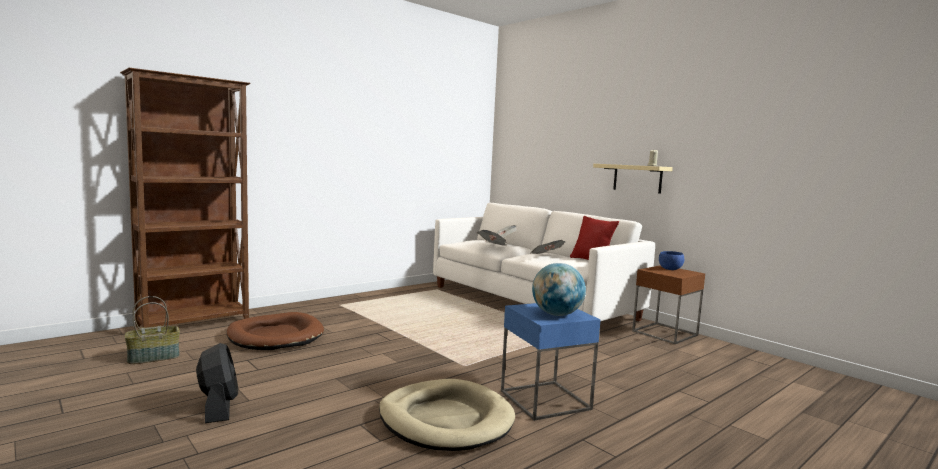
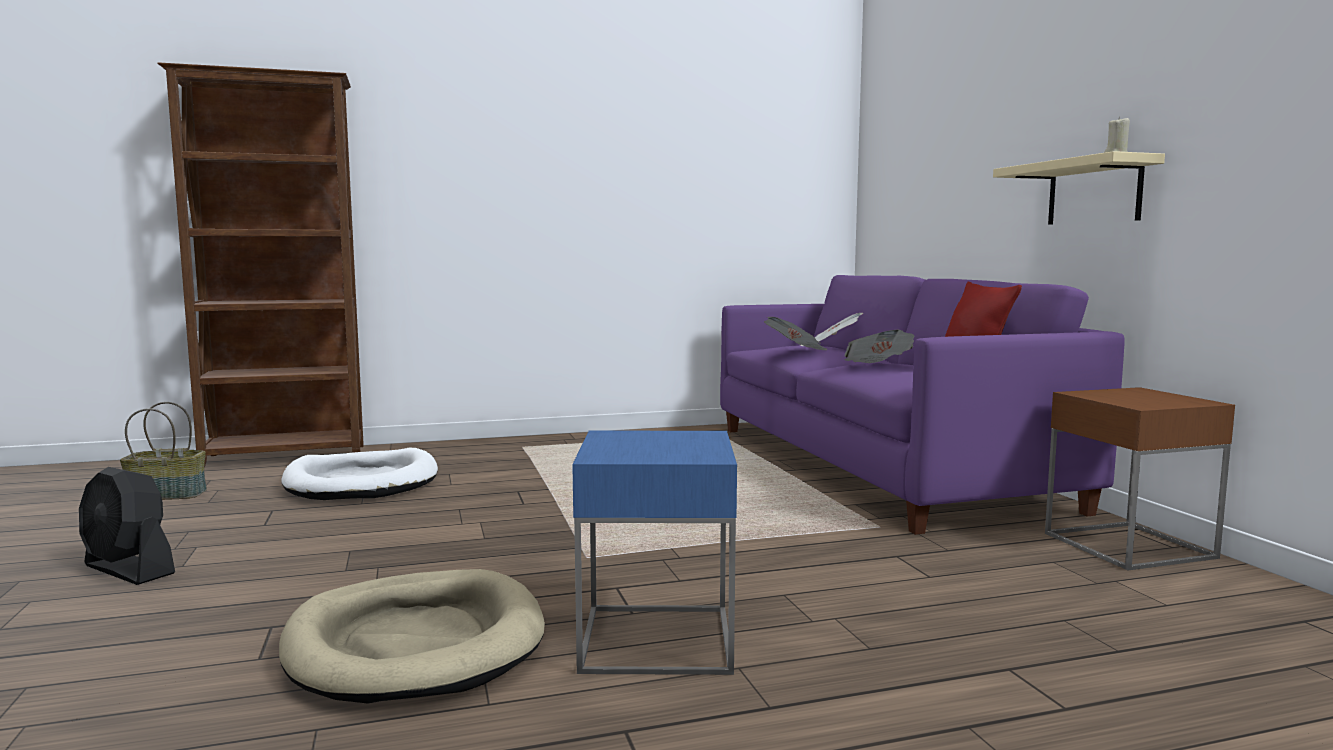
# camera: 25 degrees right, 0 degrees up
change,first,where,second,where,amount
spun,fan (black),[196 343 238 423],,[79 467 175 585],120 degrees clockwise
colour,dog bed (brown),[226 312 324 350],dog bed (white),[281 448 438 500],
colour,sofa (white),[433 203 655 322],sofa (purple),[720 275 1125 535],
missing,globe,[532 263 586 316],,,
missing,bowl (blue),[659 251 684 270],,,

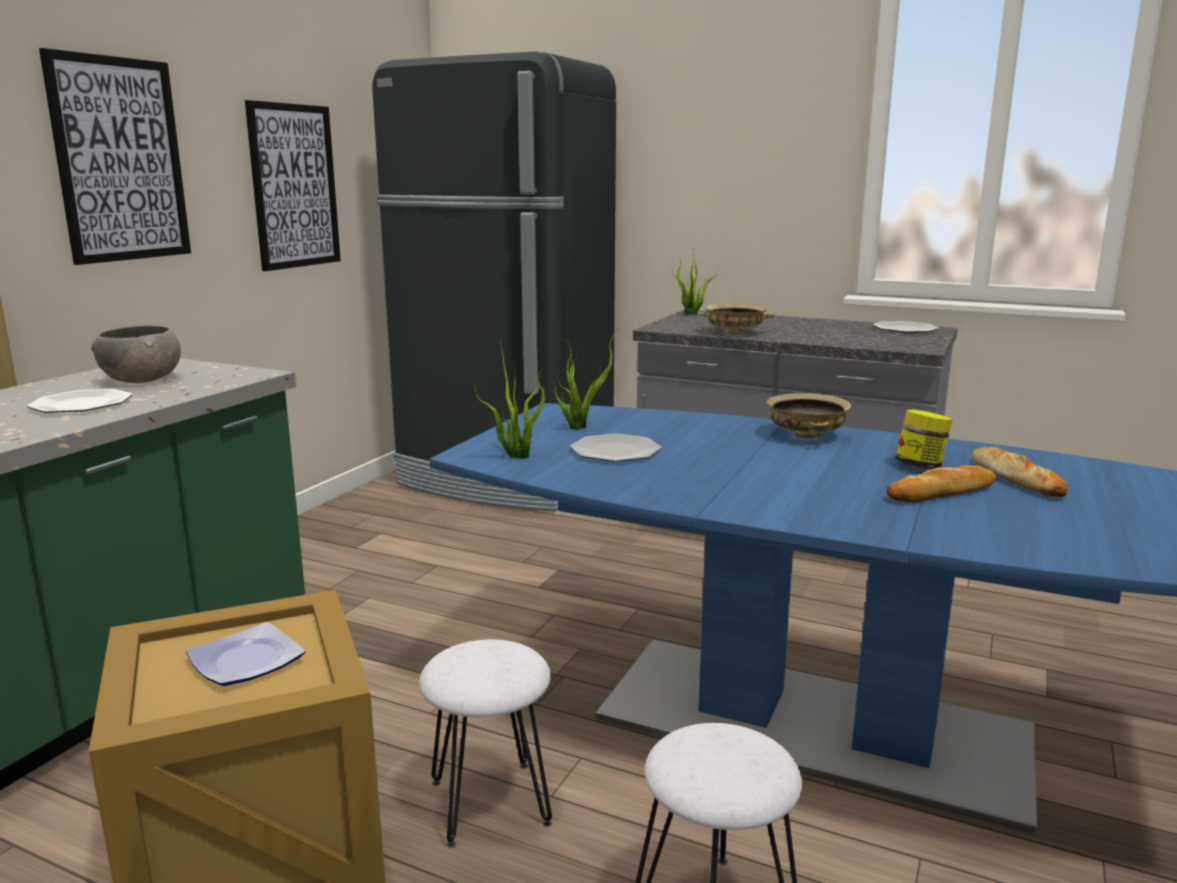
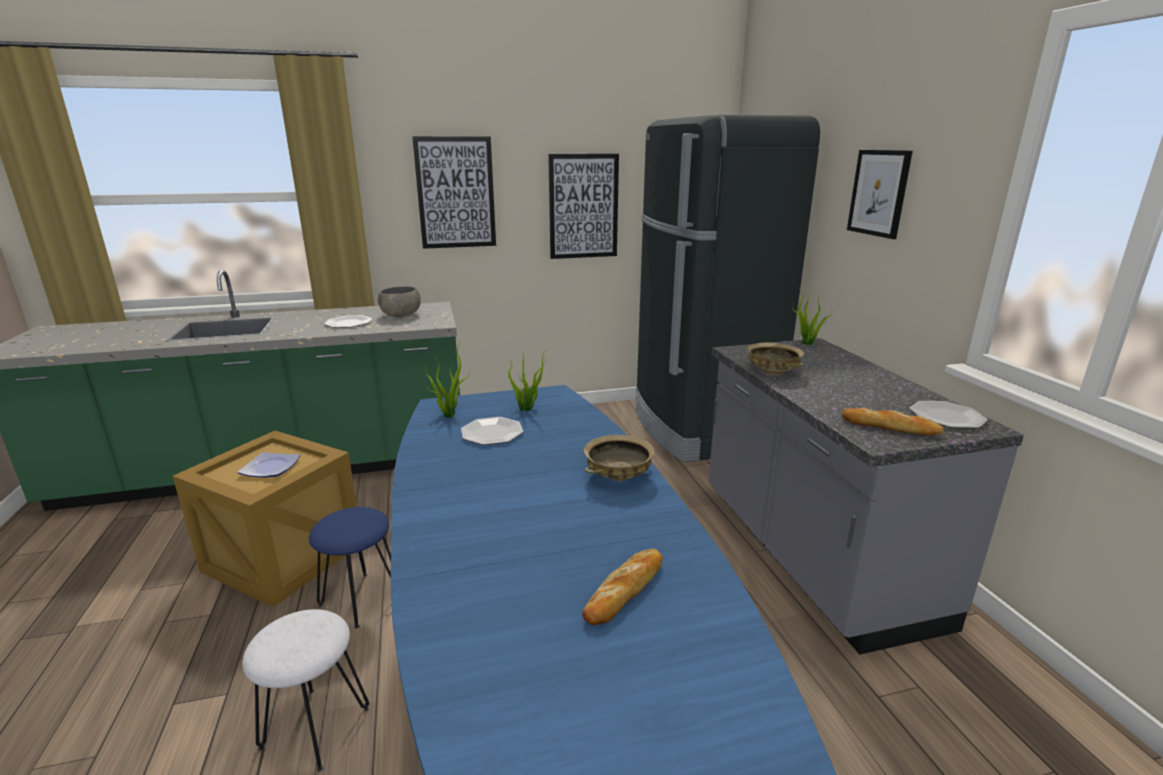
# camera: 50 degrees right, 5 degrees up
change,first,where,second,where,amount
colour,stool (white),[419 639 552 848],stool (blue),[309 507 391 629],
relocated,bread,[886 465 997 503],,[842 408 944 435],
missing,jar,[895 409 953 469],,,
appeared,,,picture,[847 150 913 239],

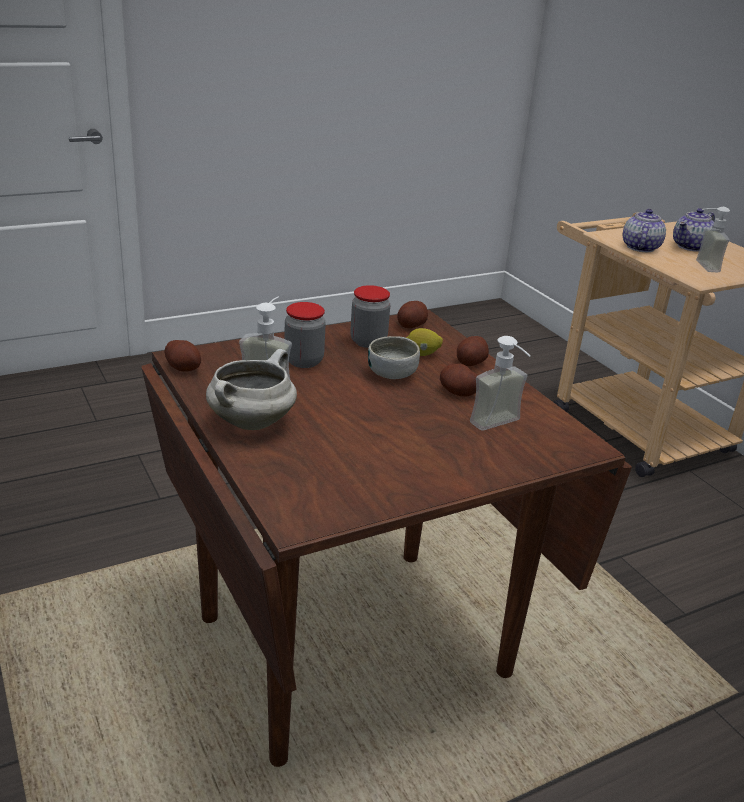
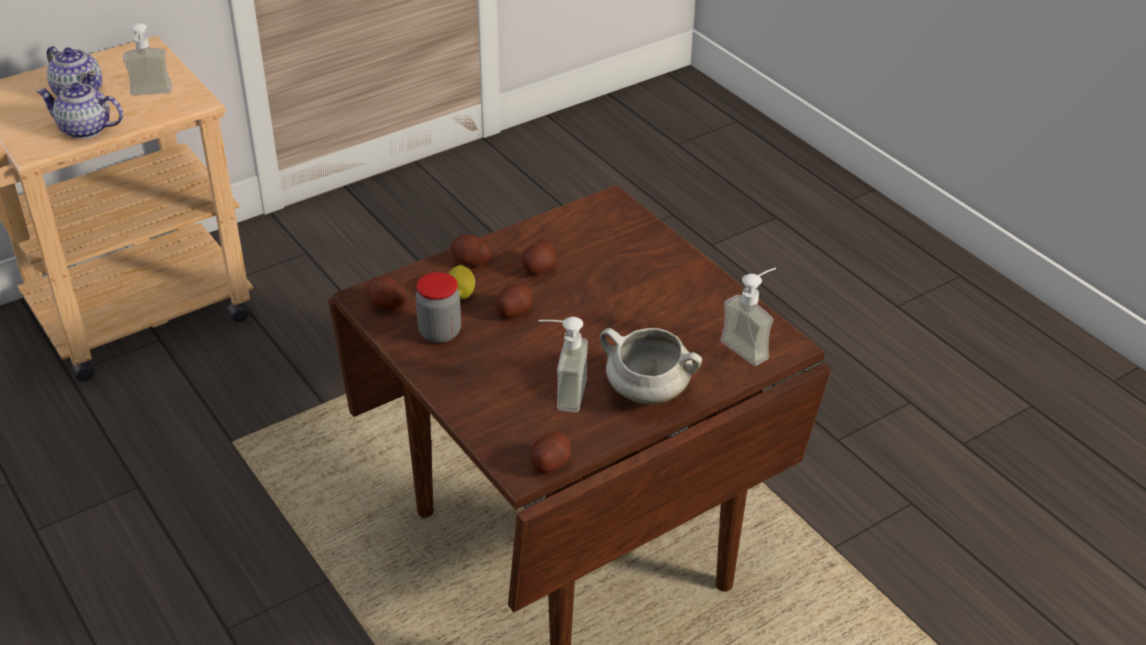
# camera: 95 degrees left, 10 degrees up
change,first,where,second,where,amount
missing,jar,[284 302 326 368],,,
exchanged,bowl,[368 336 420 379],potato,[496 284 533 318],
relocated,soap dispenser,[470 336 531 431],,[720 268 776 366],

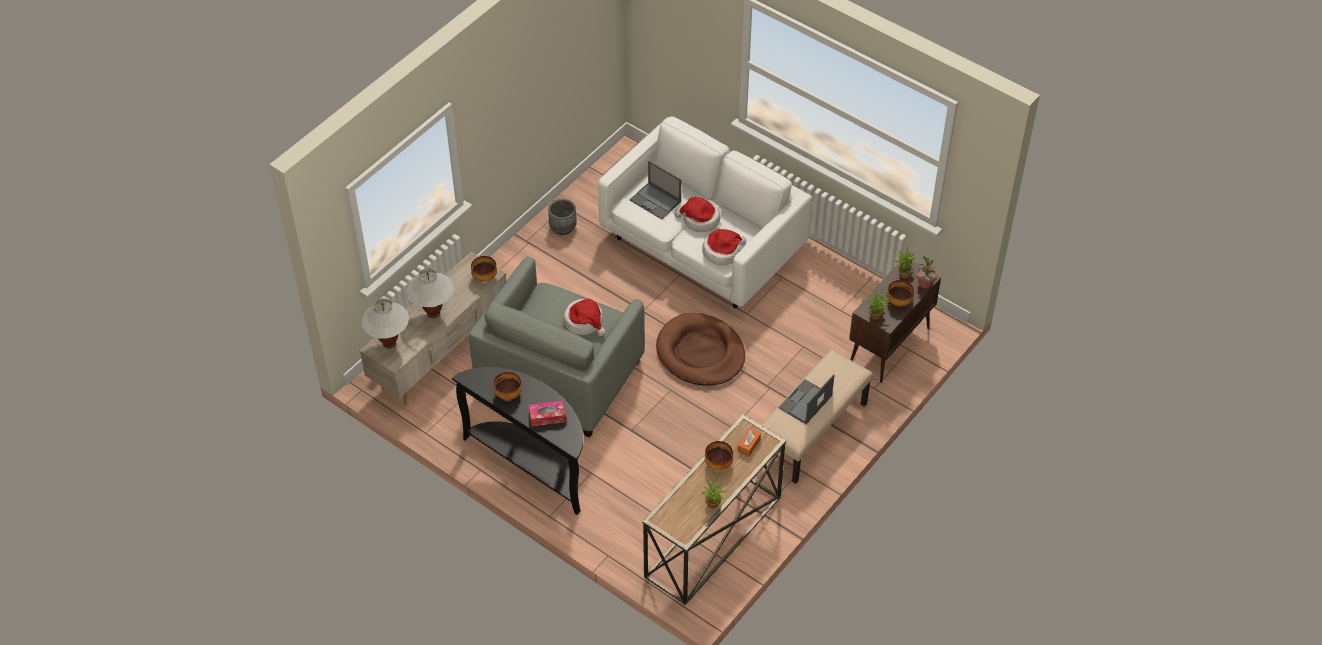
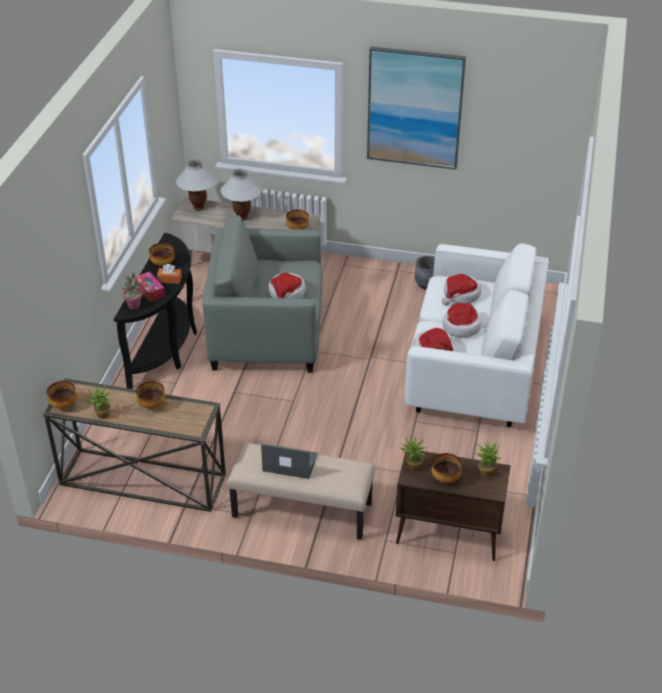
# camera: 65 degrees right, 10 degrees down
change,first,where,second,where,amount
exchanged,laptop,[630 161 681 219],hat,[442 274 481 305],
missing,dog bed (brown),[656 313 745 385],,,
relocated,tissue box (orange),[738 428 761 457],,[157 264 182 284],
relocated,potted plant,[916 256 936 289],,[123 273 143 310],
appeared,,,bowl,[47 381 77 409],
appeared,,,picture,[367 46 466 170],

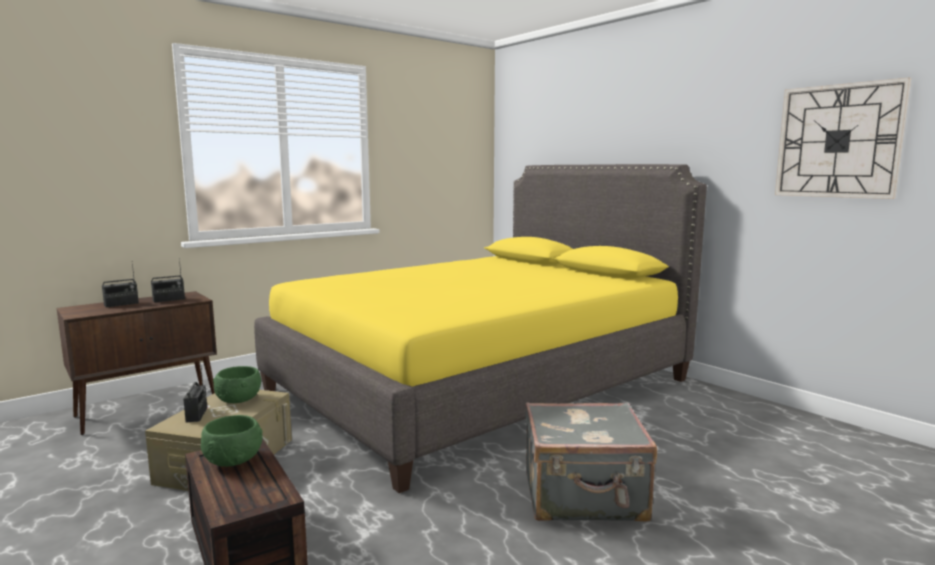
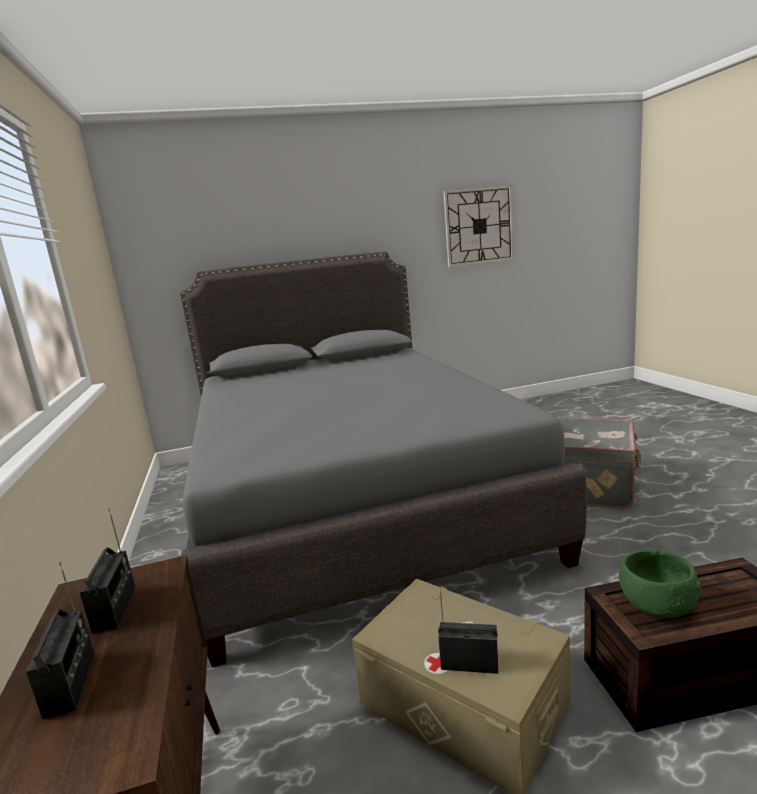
# camera: 65 degrees left, 5 degrees up
change,first,where,second,where,amount
missing,bowl (green),[213 366 261 403],,,
colour,bed (yellow),[254 164 707 493],bed (grey),[180 251 587 667],

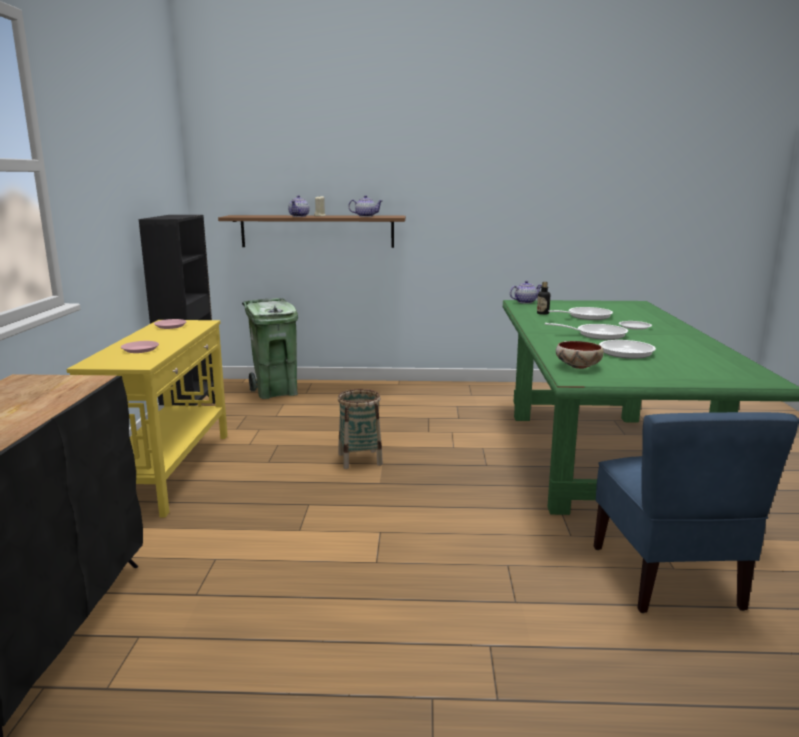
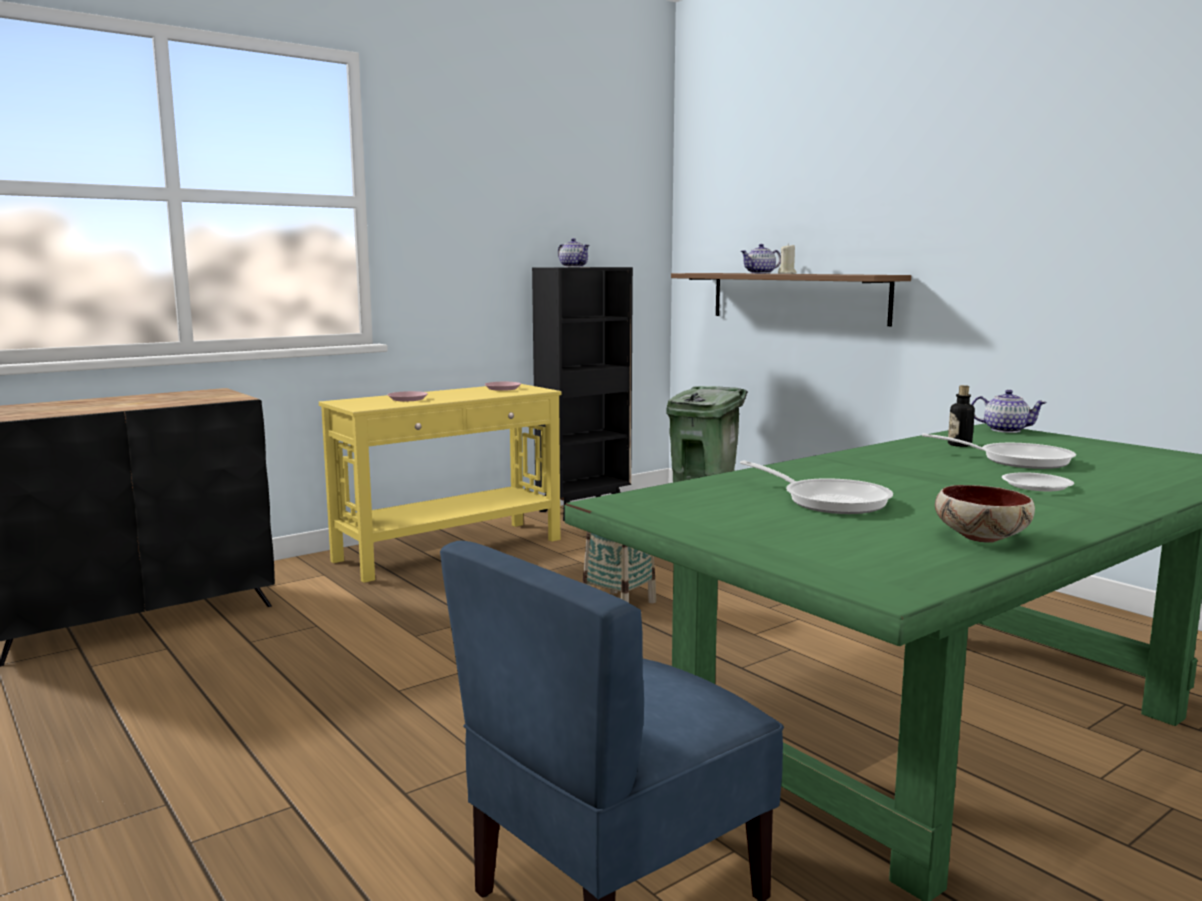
# camera: 50 degrees right, 5 degrees down
change,first,where,second,where,amount
relocated,teapot,[348 195 382 217],,[558 238 589 267],
missing,frying pan,[545 323 628 340],,,
relocated,bowl,[556 341 604 369],,[935 485 1035 543],

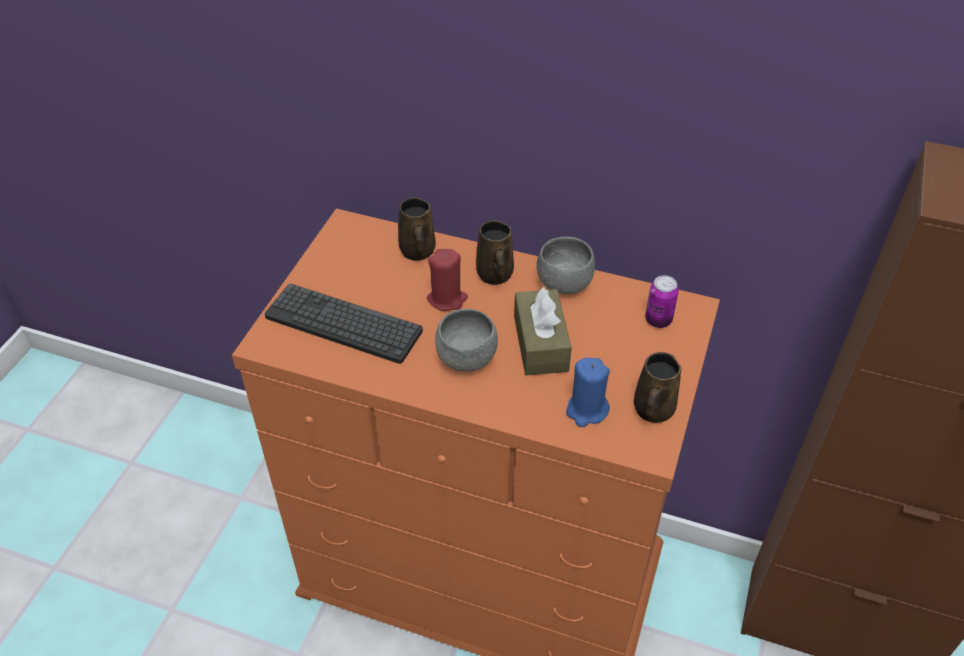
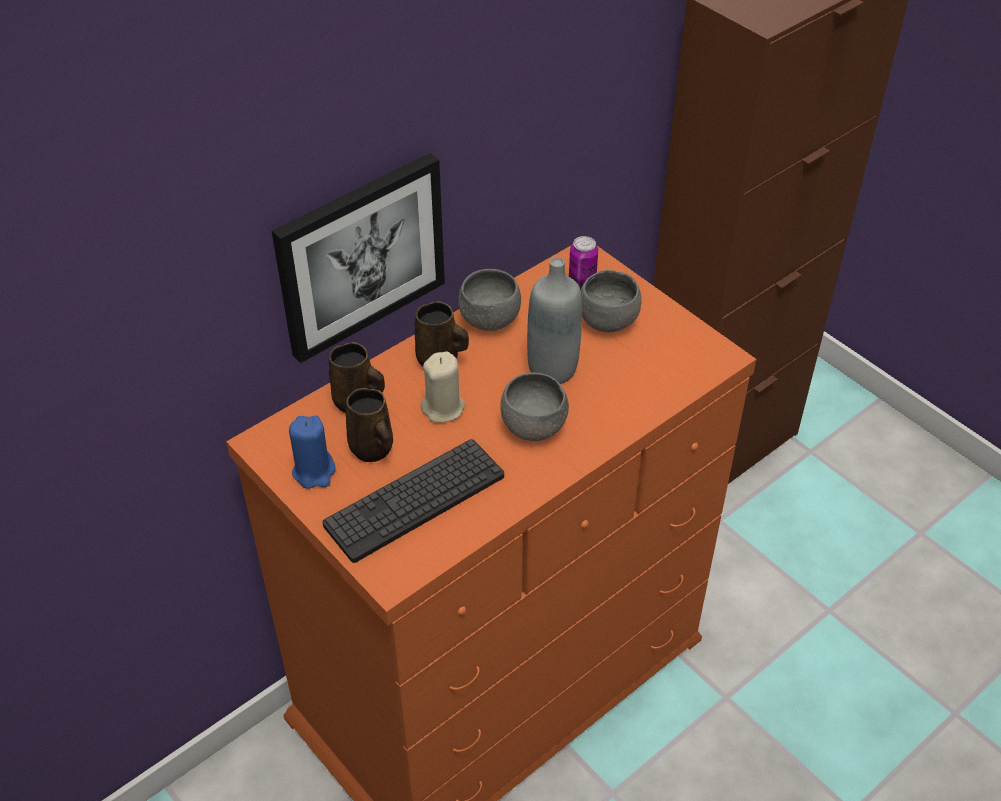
# camera: 60 degrees left, 0 degrees up
change,first,where,second,where,amount
colour,candle (red),[427 249 468 311],candle (beige),[421 351 465 423],
exchanged,tissue box (brown),[514 287 571 376],bottle (grey),[527 257 582 384],
relocated,candle (blue),[566 358 610 427],,[289 415 336 489],
relocated,mug (brown),[634 352 682 423],,[346 388 393 462],
appeared,,,picture,[272 153 445 363],
appeared,,,bowl (grey),[581 270 642 332],

